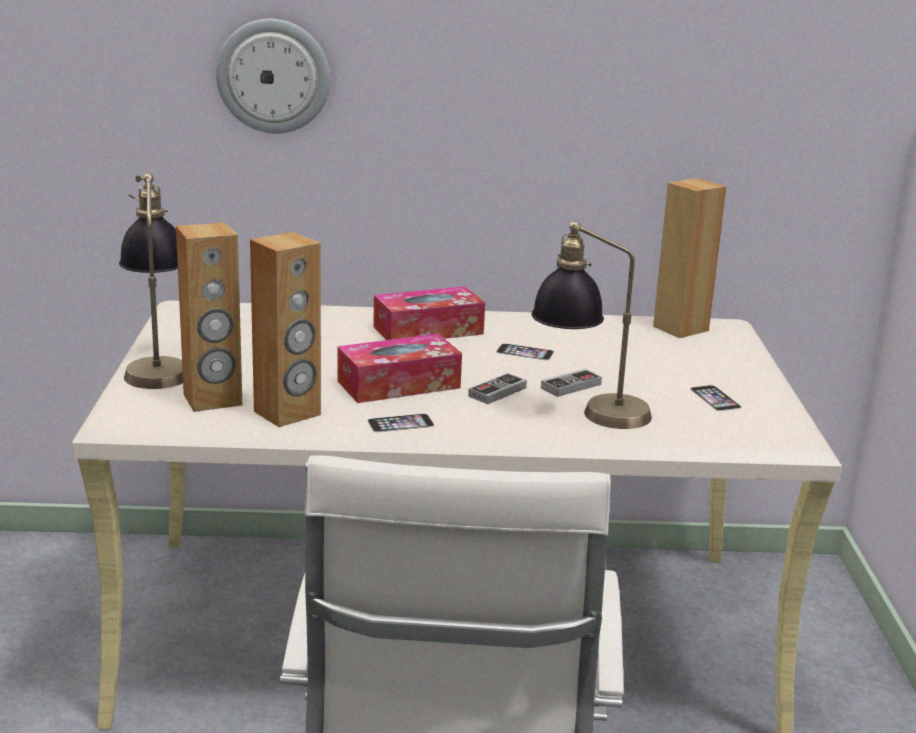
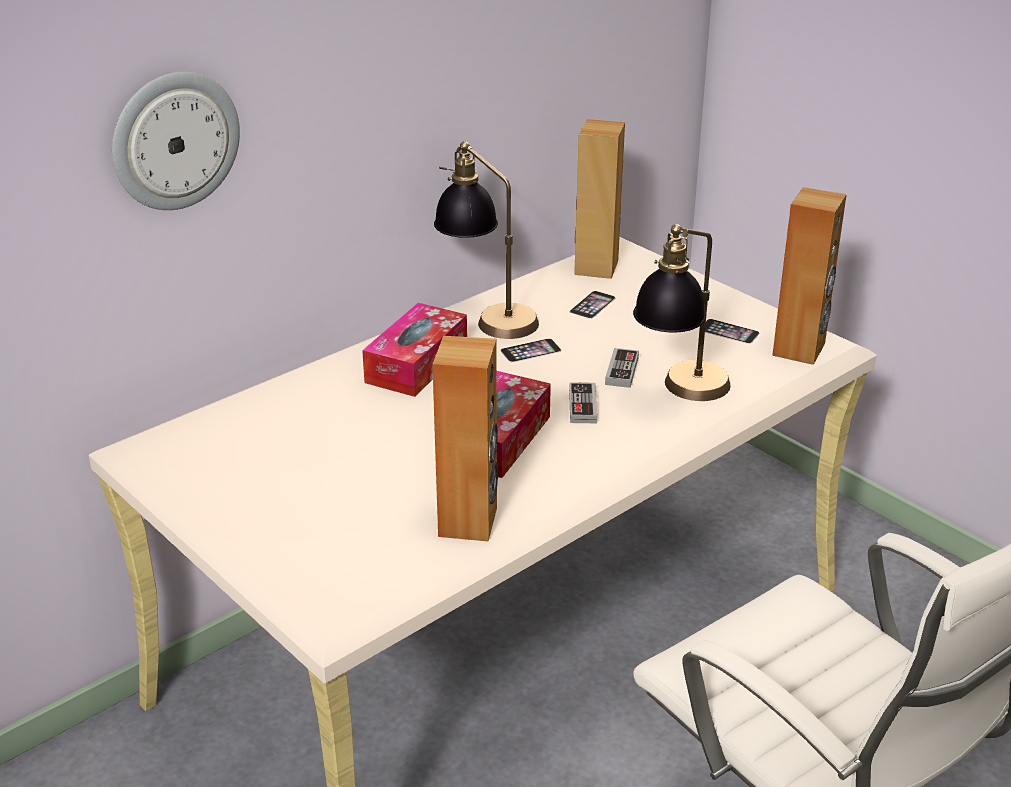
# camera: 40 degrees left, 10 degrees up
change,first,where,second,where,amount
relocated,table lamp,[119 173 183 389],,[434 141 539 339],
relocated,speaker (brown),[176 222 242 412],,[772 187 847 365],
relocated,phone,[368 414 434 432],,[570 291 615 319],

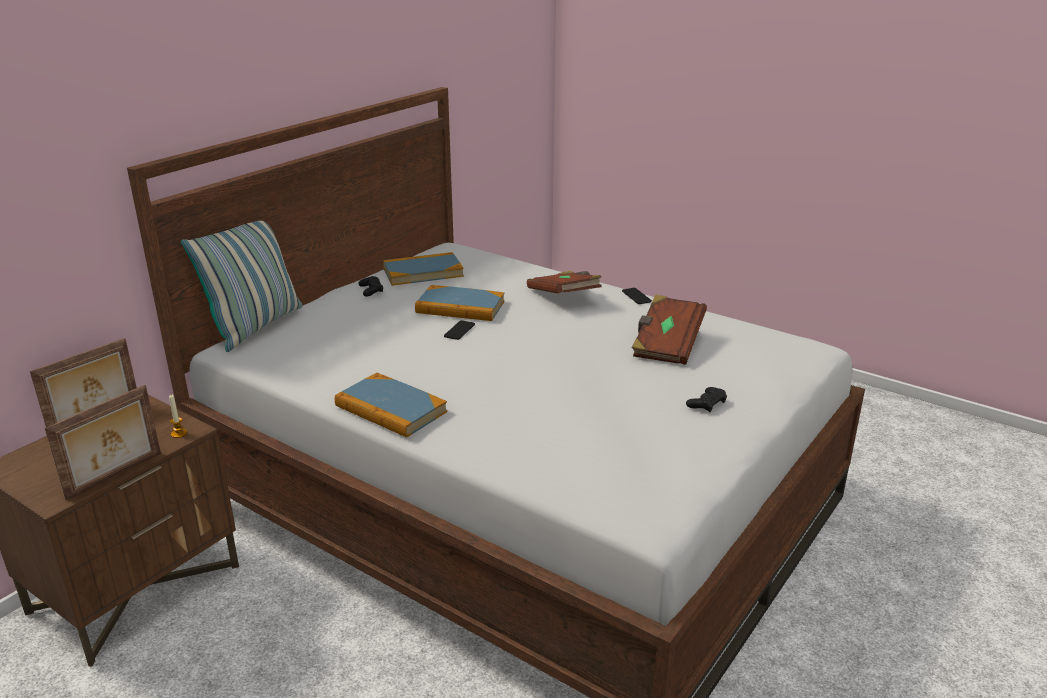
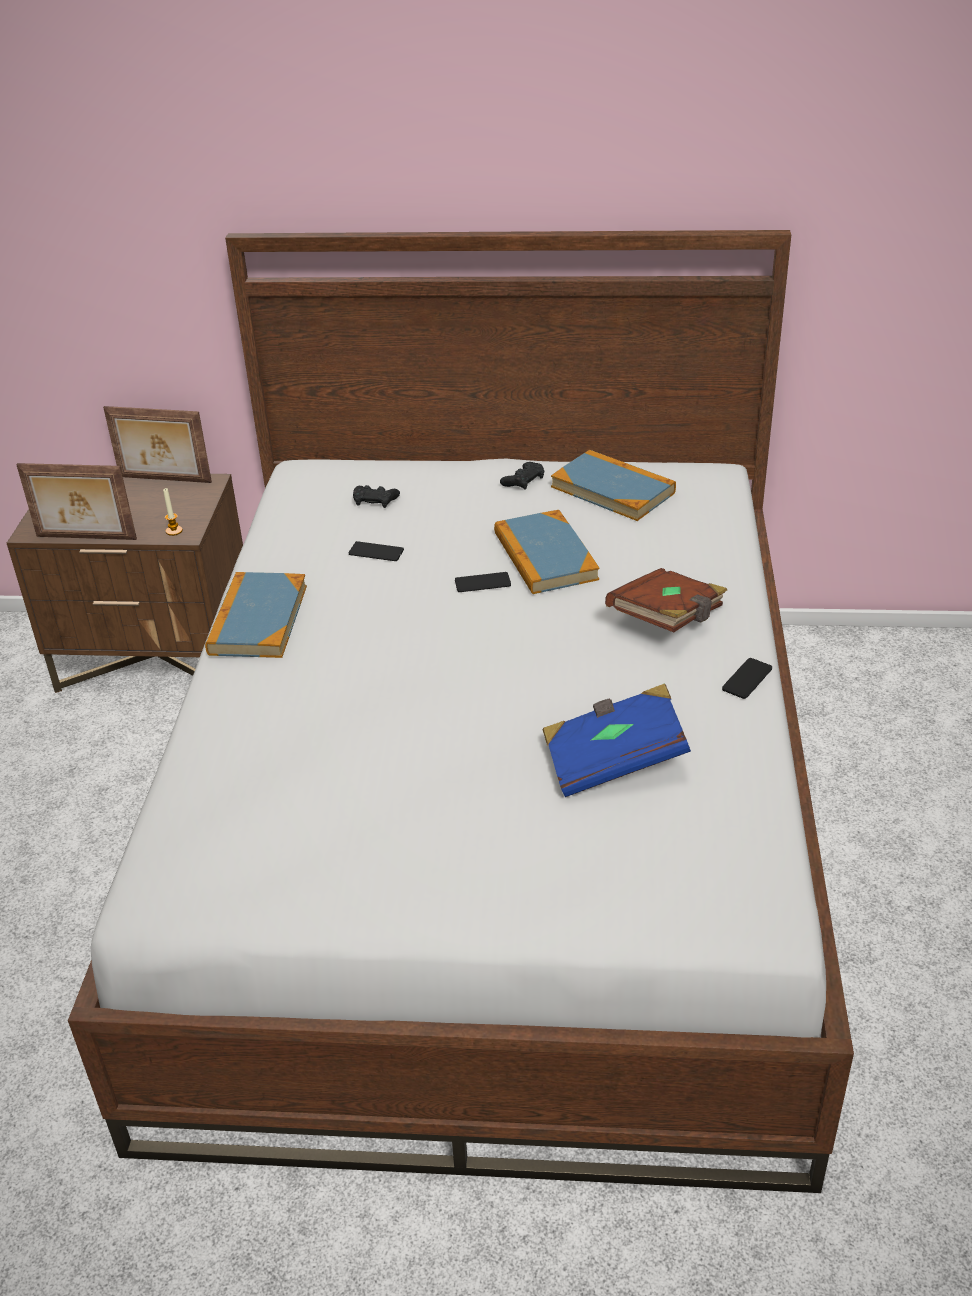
# camera: 60 degrees right, 10 degrees up
change,first,where,second,where,amount
missing,pillow,[181 221 302 352],,,
colour,book (brown),[632 294 707 365],book (blue),[542 683 691 797],
relocated,game controller (black),[686 387 727 412],,[353 485 400 508],
appeared,,,phone,[349 541 404 561],

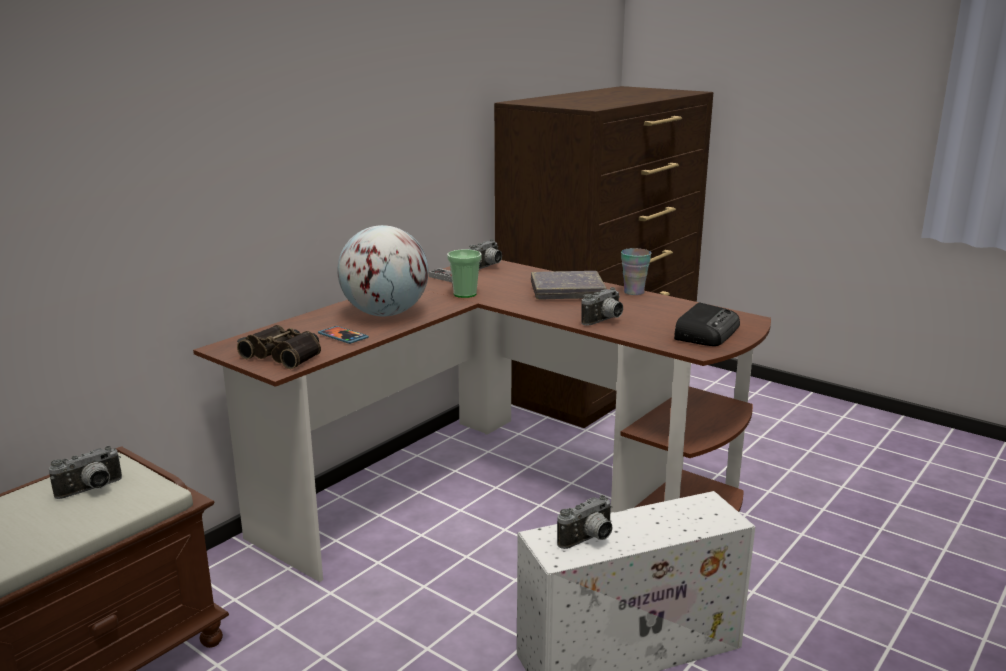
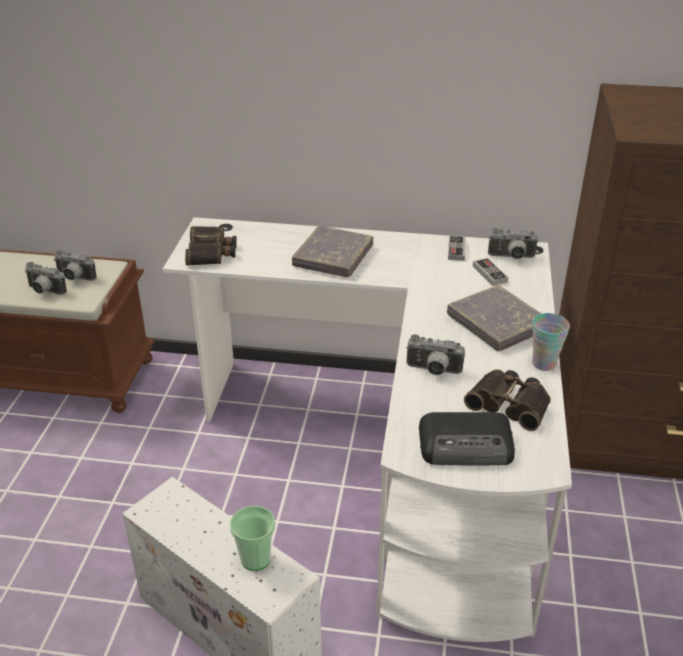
# camera: 60 degrees right, 15 degrees up
change,first,where,second,where,amount
colour,desk (brown),[193 260 771 582],desk (white),[163 217 572 642],
missing,phone,[318 326 369 344],,,
exchanged,globe,[337 225 429 316],book (grey),[292 226 373 277],
relocated,cup,[447 250 481 298],,[230 506 275 571],
relocated,photo camera,[557 495 613 549],,[25 262 67 295],
appeared,,,binoculars,[464 369 551 431],
appeared,,,game controller,[473 258 508 286],

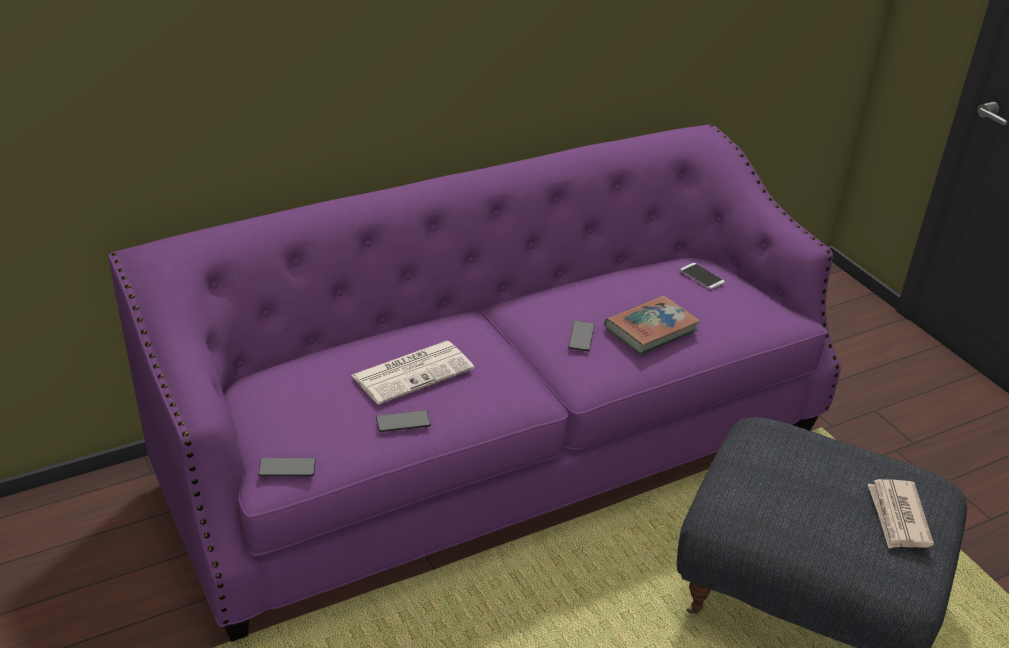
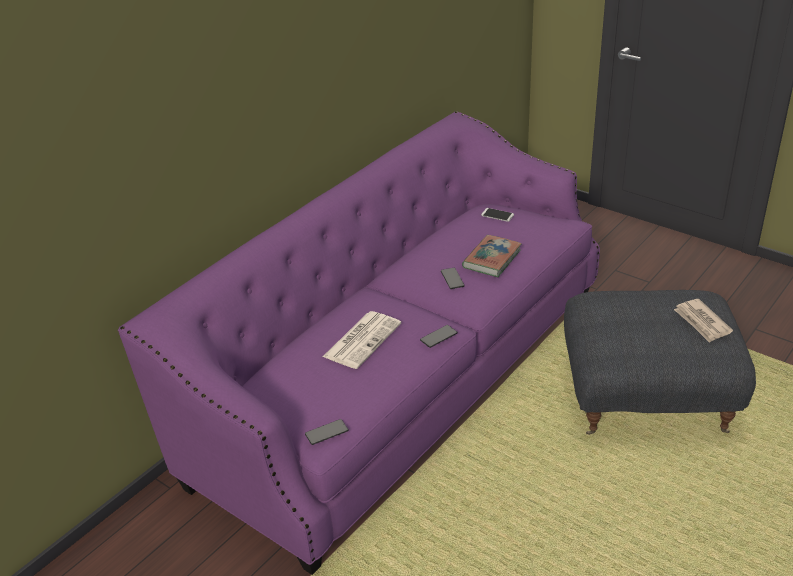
# camera: 20 degrees left, 0 degrees up
change,first,where,second,where,amount
relocated,phone,[376 410 431 432],,[420 325 457 348],

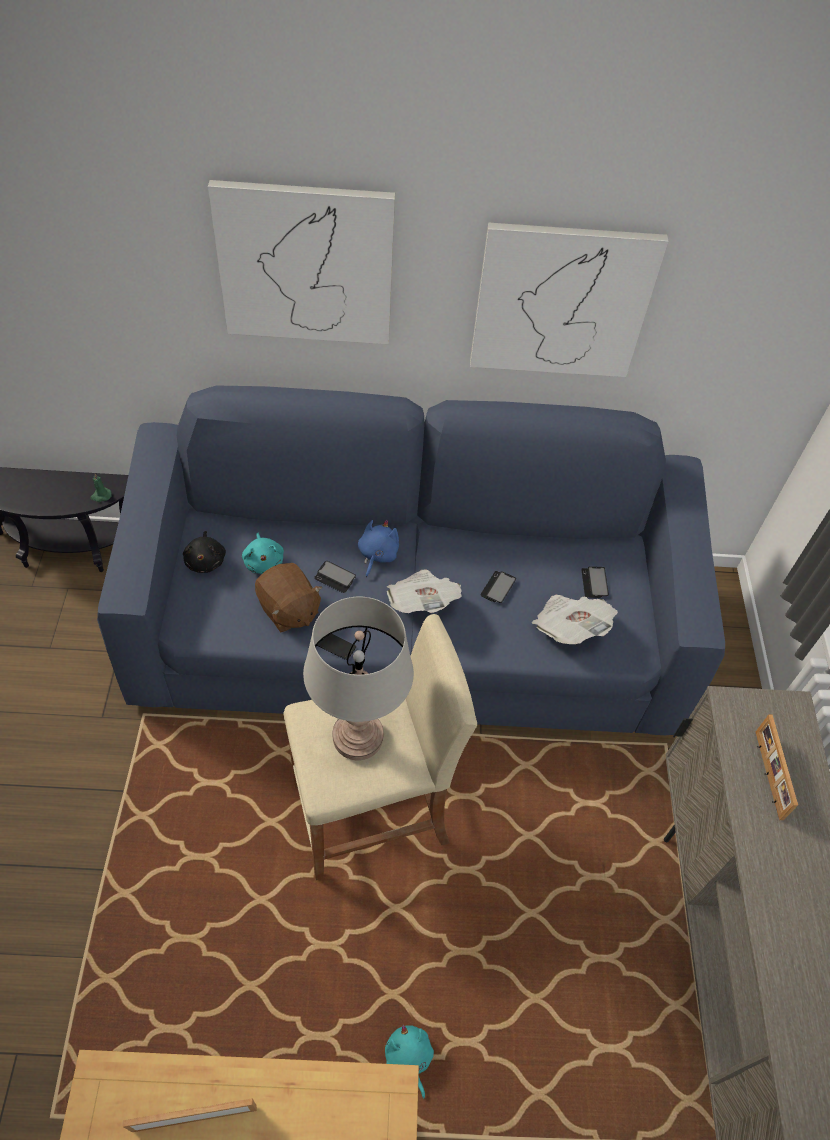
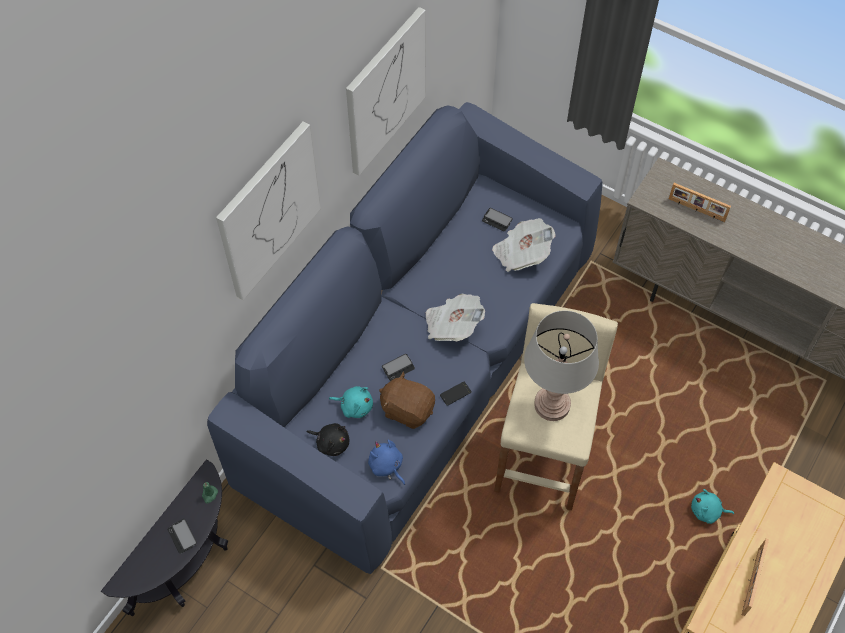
# camera: 55 degrees left, 5 degrees up
change,first,where,second,where,amount
spun,plush toy (brown),[255 563 322 632],,[379 371 435 429],150 degrees counterclockwise
relocated,plush toy (blue),[358 520 399 578],,[368 440 405 485],
relocated,phone,[480 571 516 603],,[167 519 197 554],

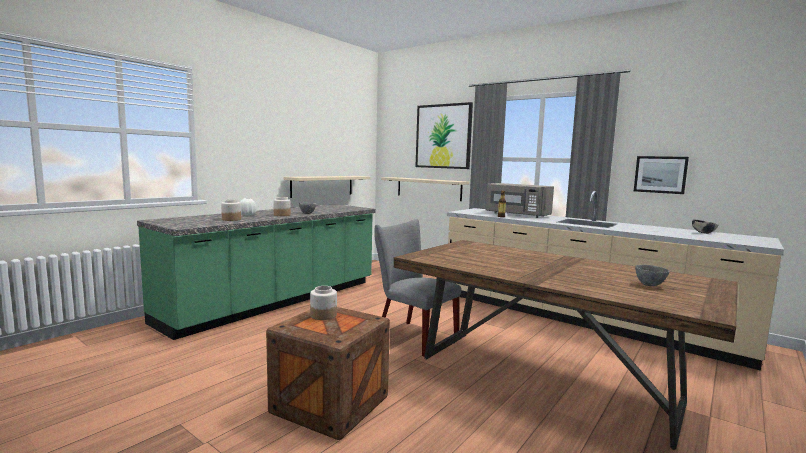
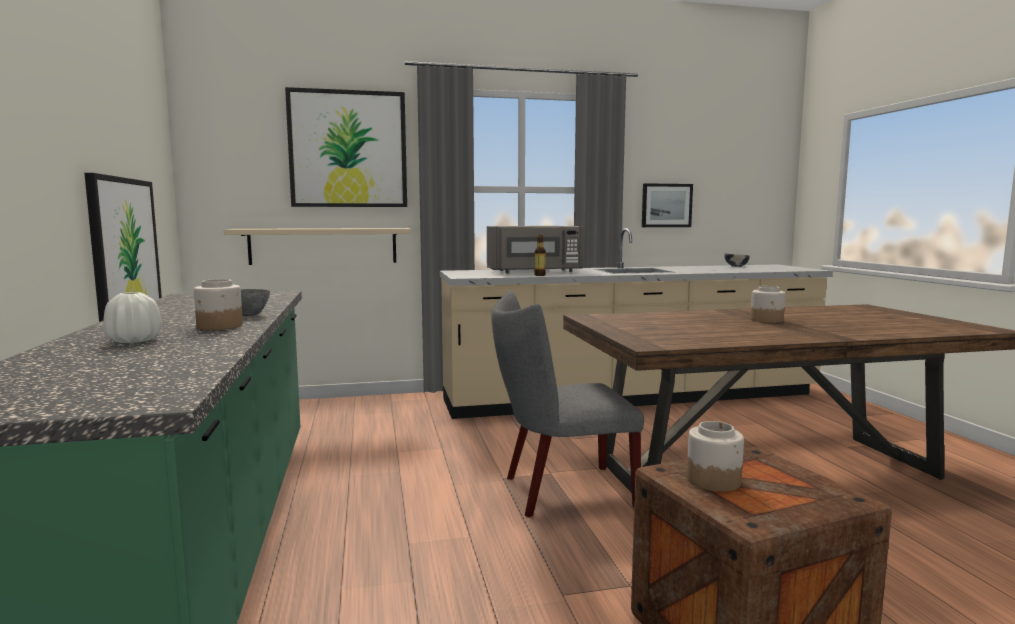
# camera: 50 degrees left, 0 degrees up
change,first,where,second,where,amount
relocated,jar,[221 200 241 221],,[751 286 785 323],
exchanged,shelf (beige),[283 176 371 198],picture,[84 173 162 322],
missing,bowl (grey),[635 265 670 286],,,

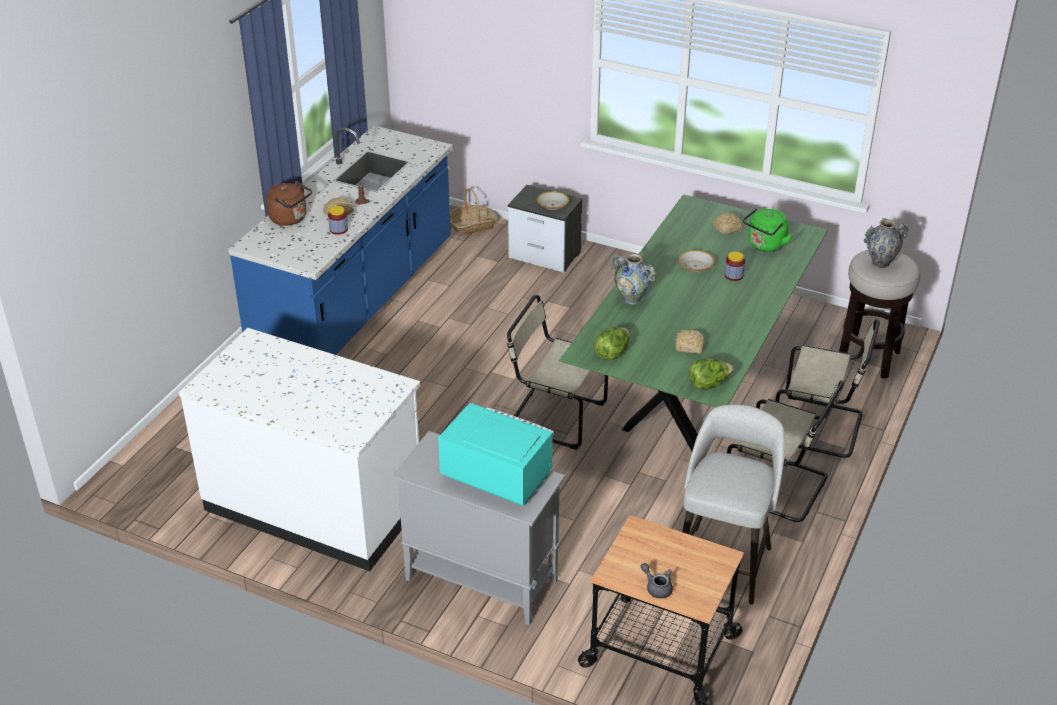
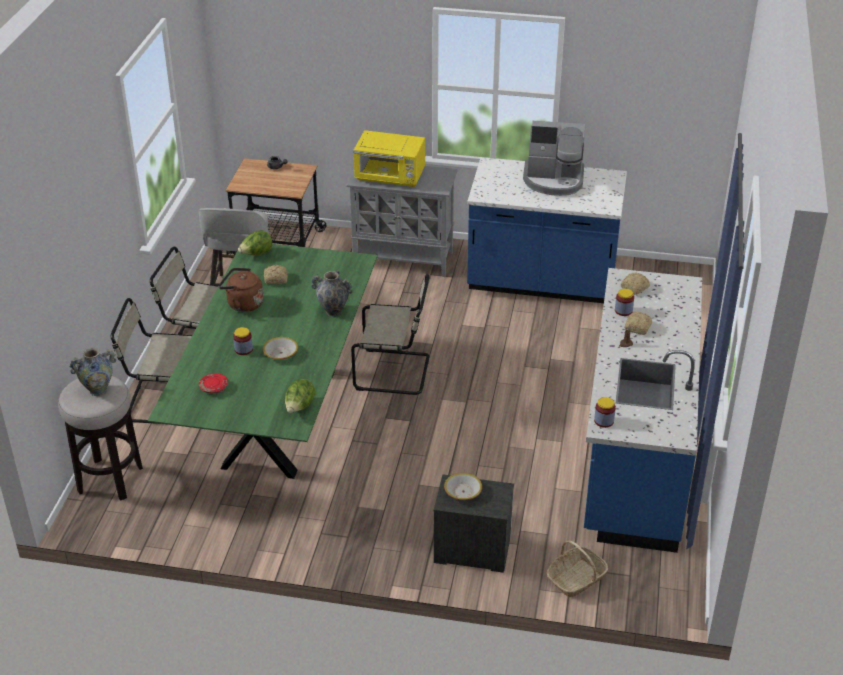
# camera: 165 degrees right, 0 degrees up
change,first,where,second,where,amount
colour,counter (white),[179 328 420 571],counter (blue),[467 158 627 303],
relocated,kettle (brown),[266 181 312 226],,[218 268 263 312],
colour,microwave (turquoise),[438 403 554 506],microwave (yellow),[353 130 425 187],
relocated,lettuce,[594 327 629 360],,[284 379 316 413],
relocated,bread,[712 213 743 234],,[620 273 650 295],
exchanged,kettle (green),[743 208 793 252],plate (red),[199 373 228 394],
appeared,,,coffee machine,[523 121 585 196],
appeared,,,jar,[594 397 616 428],

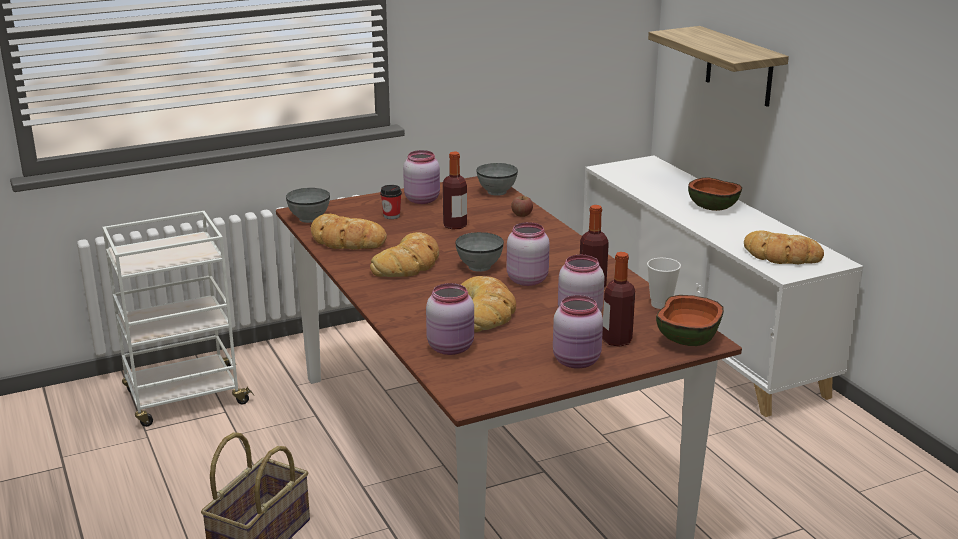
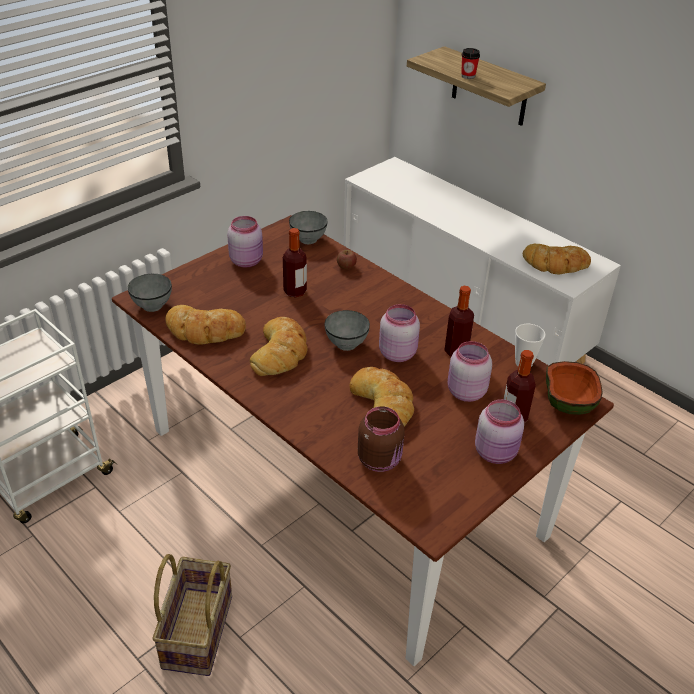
# camera: 20 degrees left, 15 degrees up
change,first,where,second,where,amount
relocated,cup,[380 185 402 219],,[461 48 480 79],
colour,jar (pink),[426 283 474 355],jar (brown),[358 406 405 472],
missing,bowl,[688 177 742 211],,,

